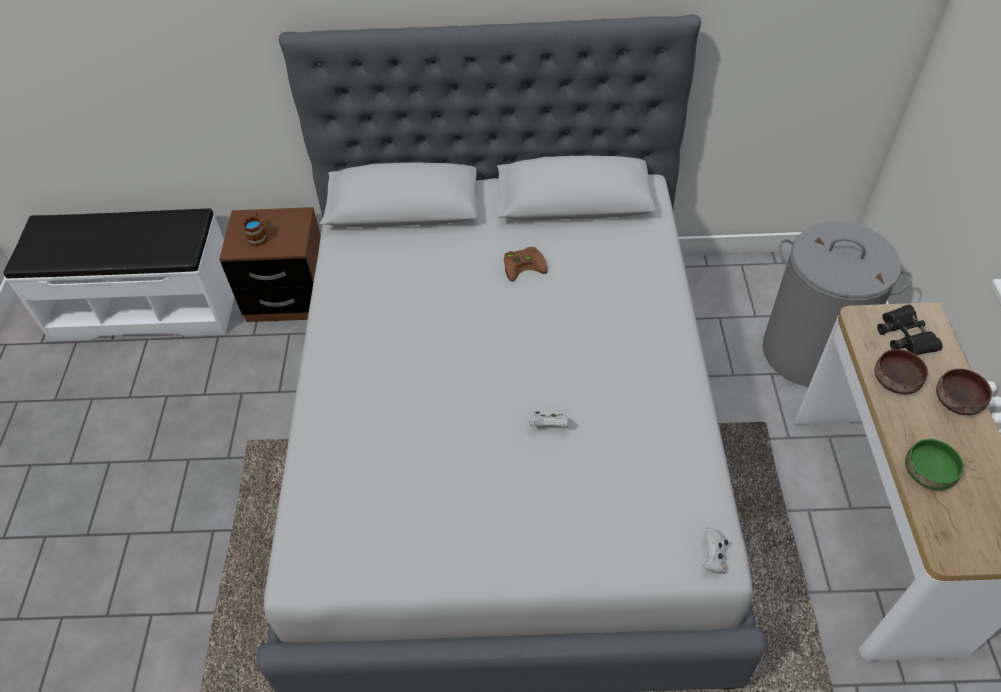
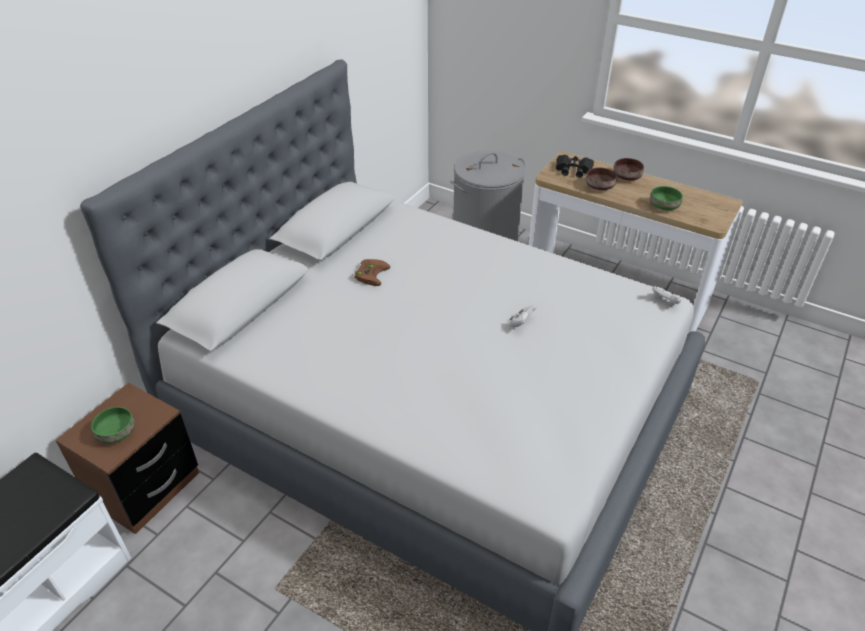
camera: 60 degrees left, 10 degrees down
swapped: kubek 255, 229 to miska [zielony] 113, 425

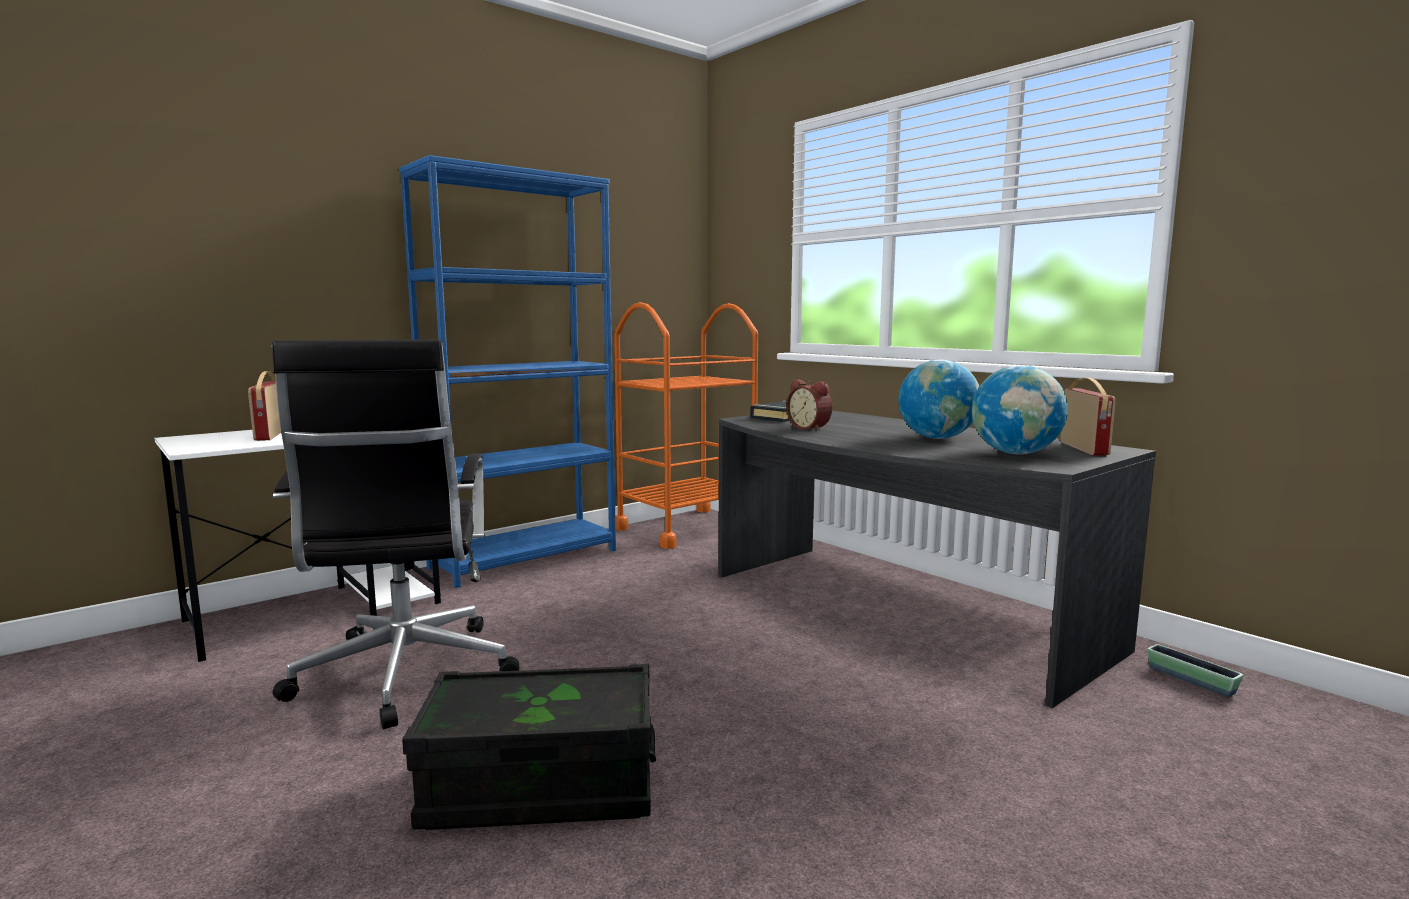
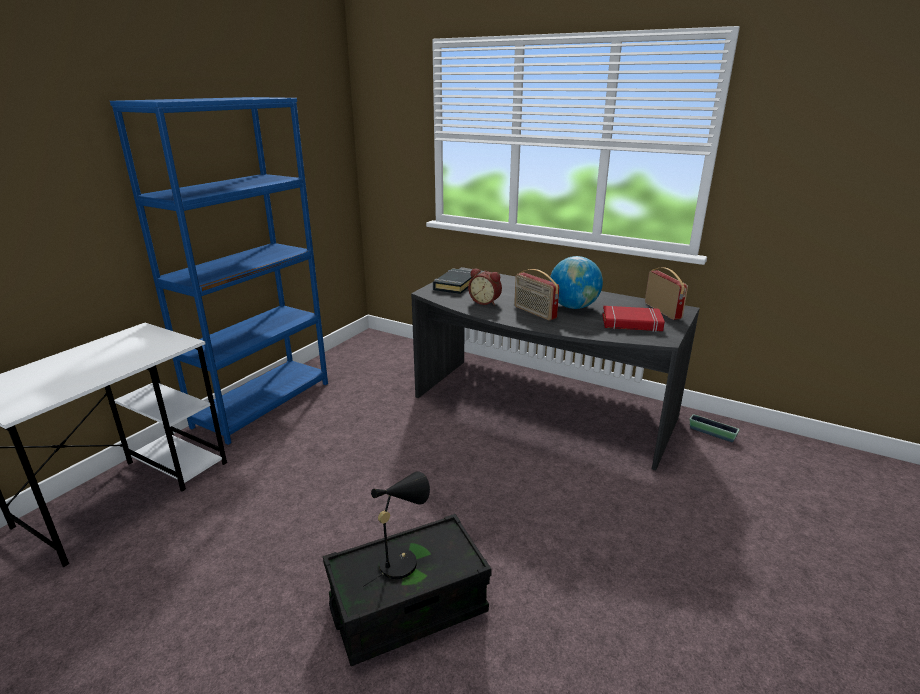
camera: 20 degrees left, 15 degrees up
gone: krzesło biurowe [czarny] 395, 534; wózek [pomarańczowy] 686, 425
new: lampa stołowa [czarny] 396, 529
shifted: radio 264, 406 to 536, 294
swapped: globus 1020, 409 to książka [czerwony] 633, 319

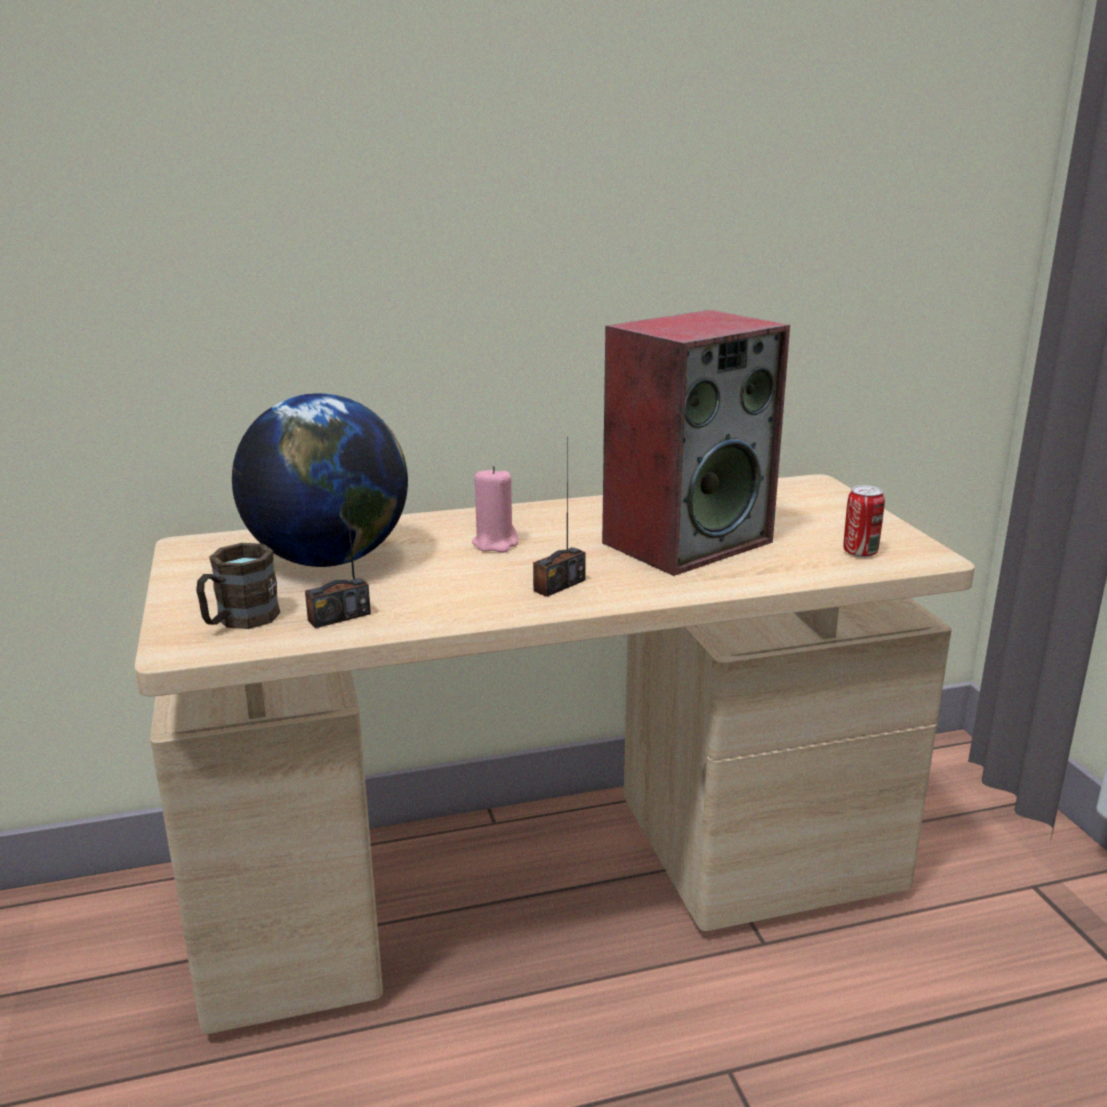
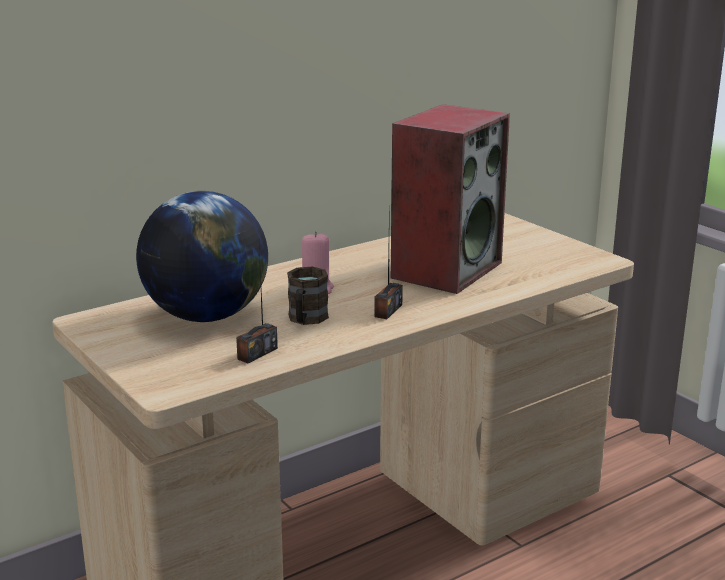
camera: 20 degrees left, 0 degrees up
gone: puszka 864, 521
shifted: kubek [brązowy] 238, 586 to 308, 296

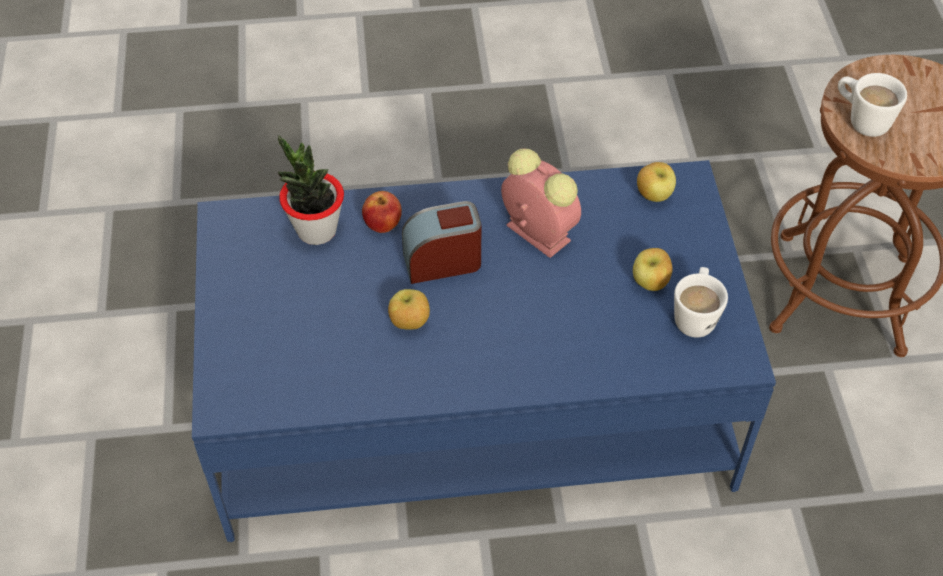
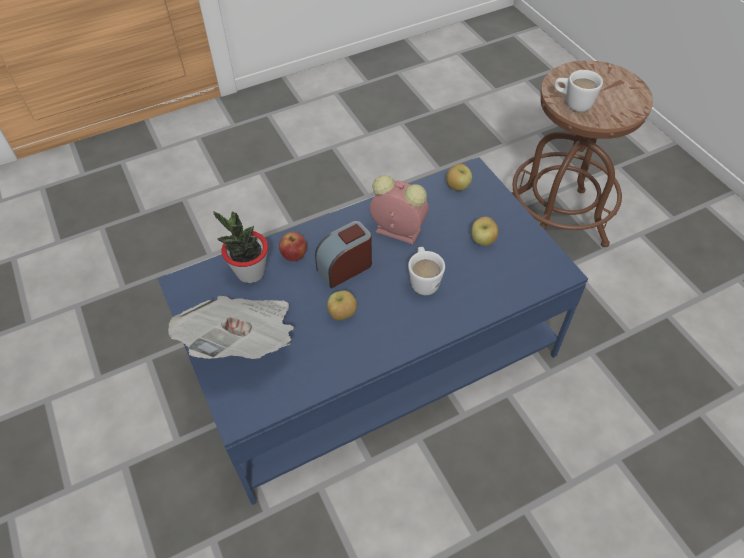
camera: 20 degrees left, 0 degrees up
new: gazeta 231, 327
shifted: kubek [biały] 701, 302 to 426, 271

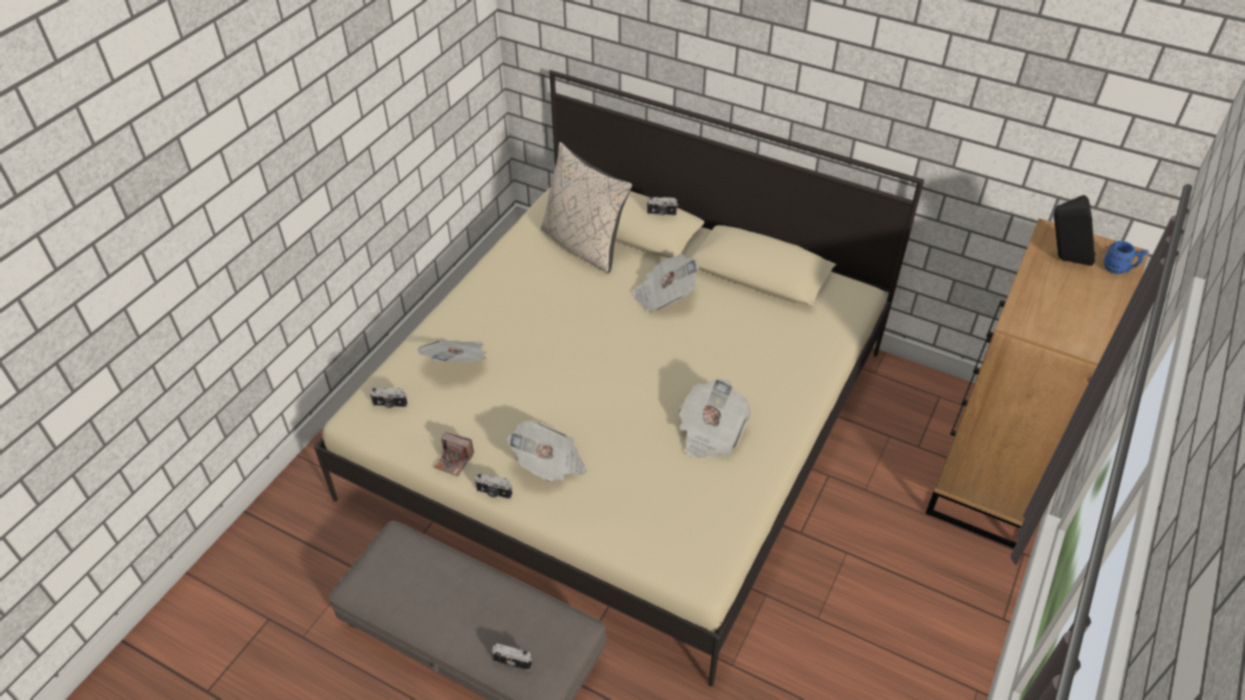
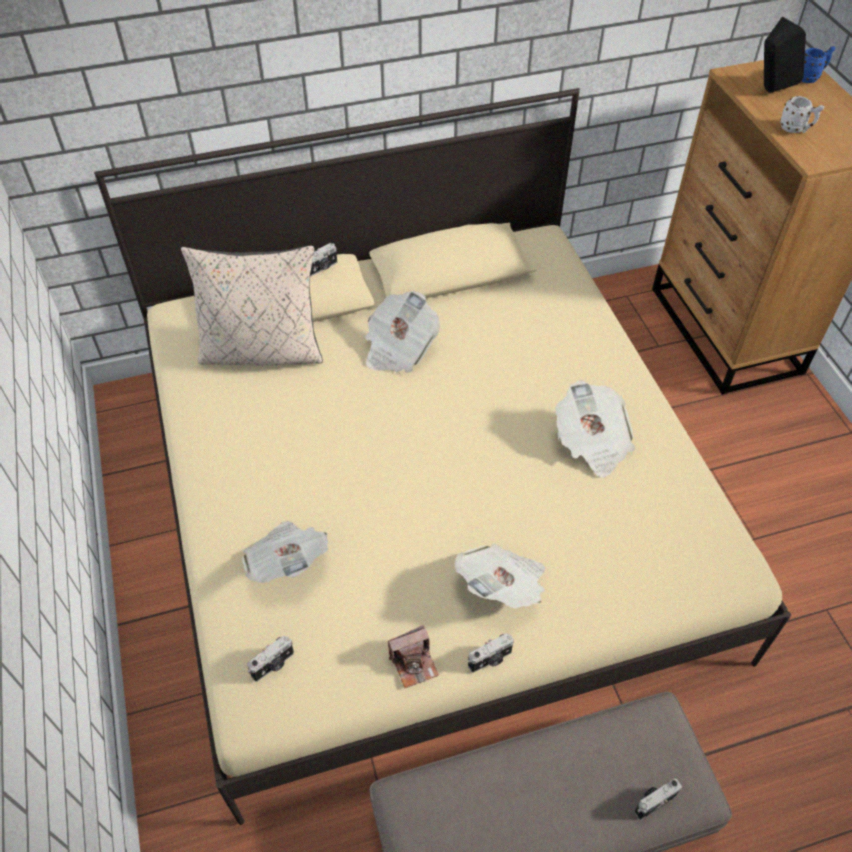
camera: 45 degrees left, 5 degrees up
new: kubek [biały] 802, 114

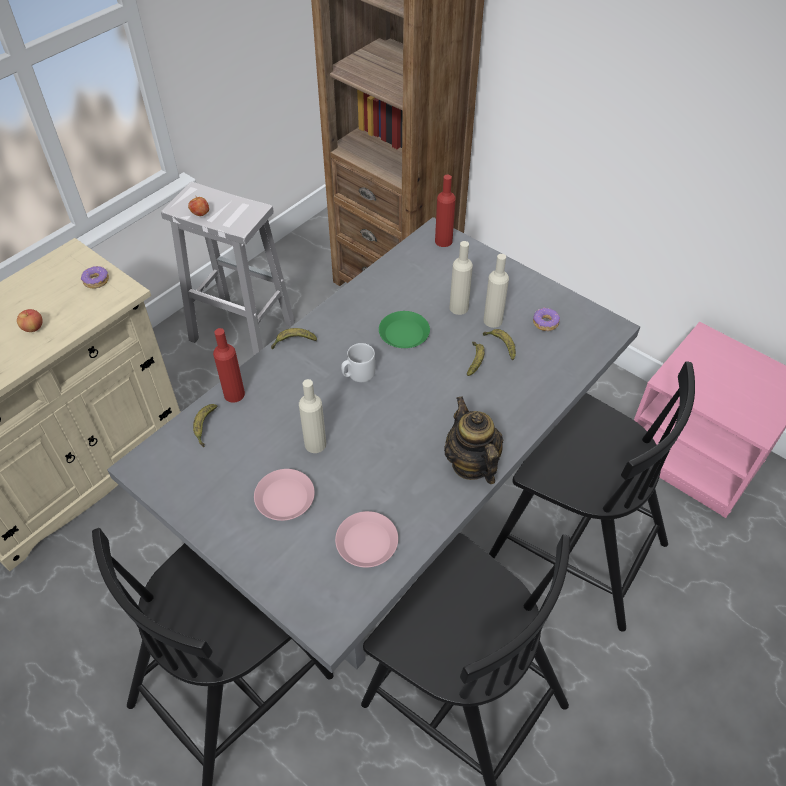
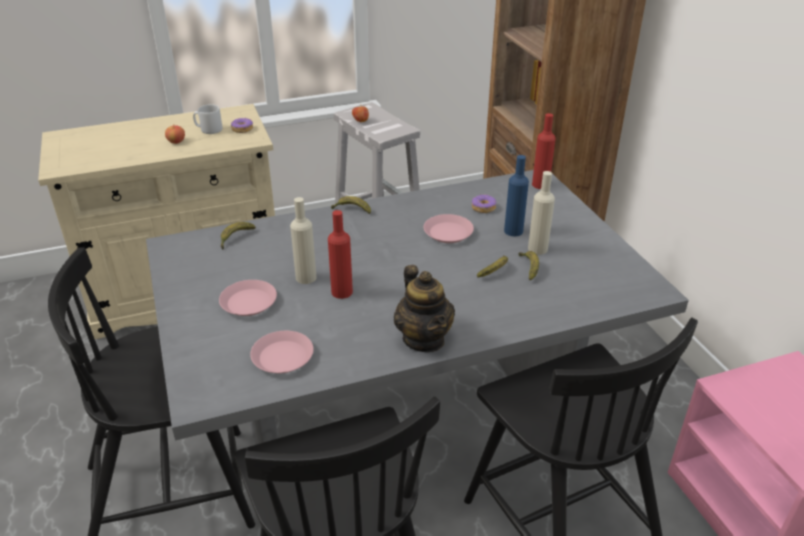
camera: 30 degrees right, 15 degrees down
shifted: butelka [czerwony] 229, 365 to 340, 254; kubek [szary] 358, 362 to 208, 119; donut 546, 319 to 484, 203
repainted: talerz [zielony] 404, 329 to talerz [różowy] 449, 228; butelka [beżowy] 461, 278 to butelka [niebieski] 516, 195
rotated: imbryk 473, 440 = 424, 308 150 degrees clockwise

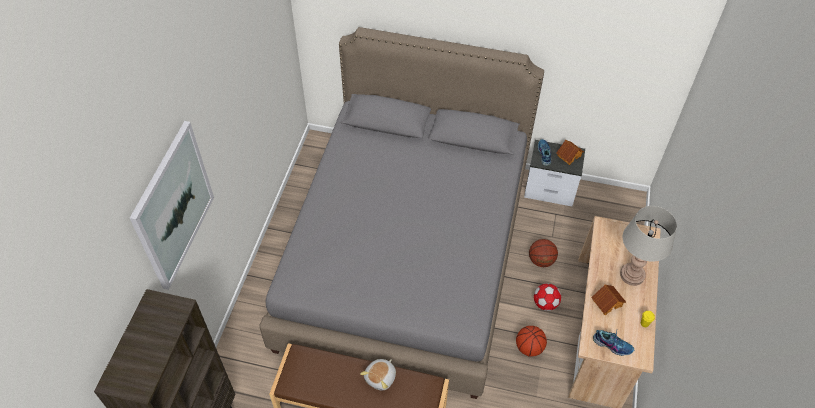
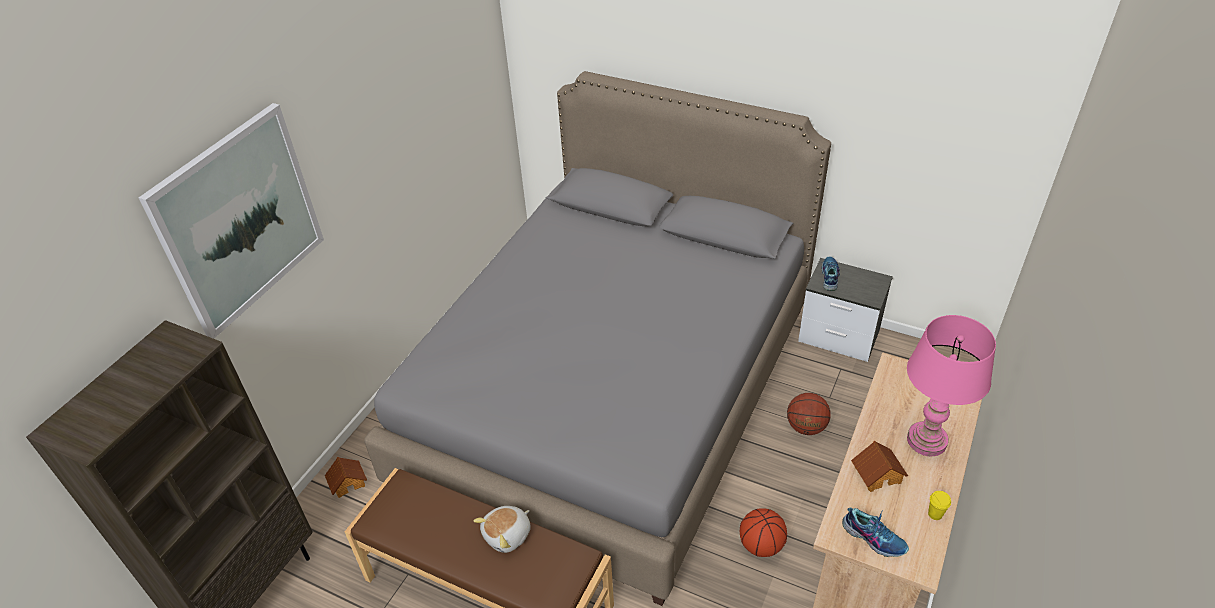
camera: 15 degrees right, 10 degrees down
gone: piłka futbolowa 547, 297
shifted: domek 570, 152 to 346, 477
repainted: lampa stołowa [szary] 648, 246 to lampa stołowa [różowy] 951, 385

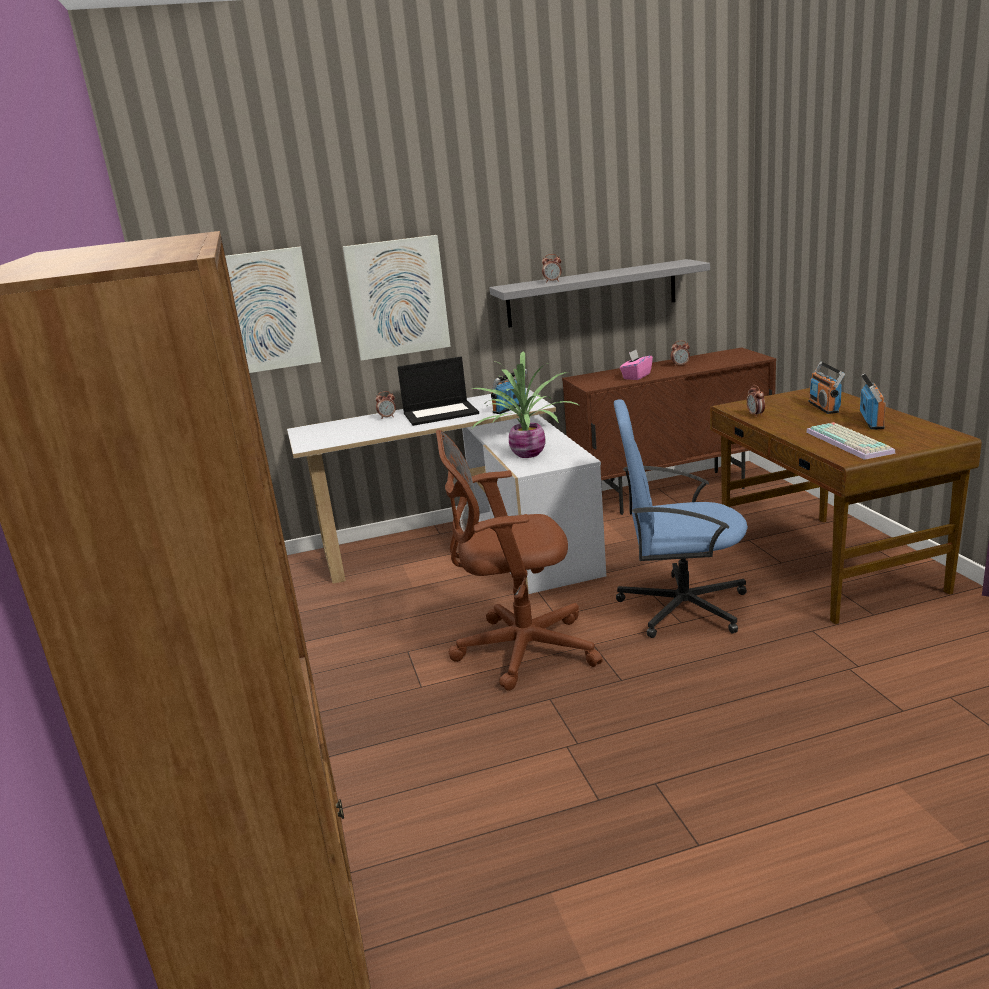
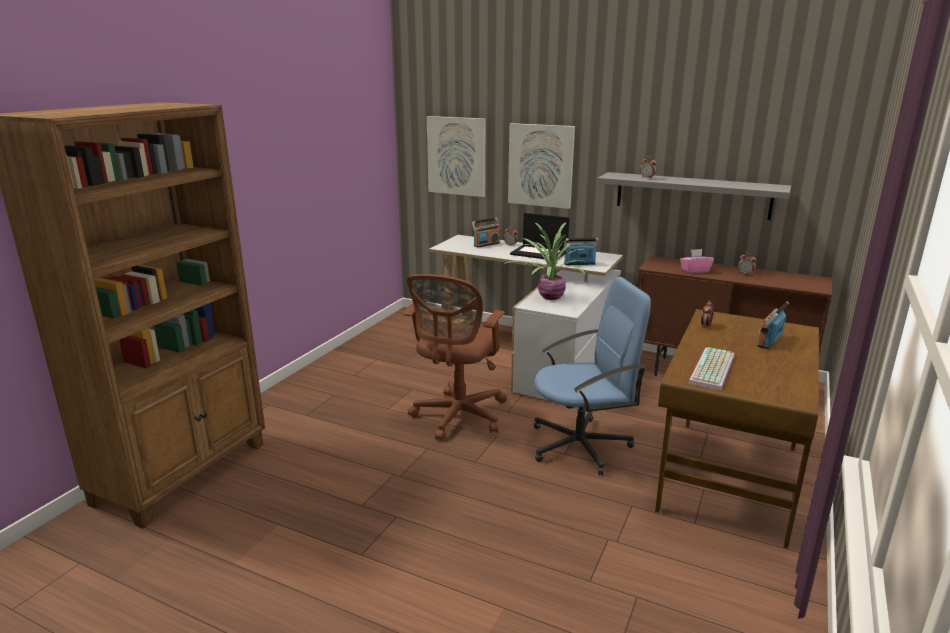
camera: 40 degrees right, 0 degrees up
shifted: radio 873, 401 to 486, 233
rotated: krzesło biurowe [brązowy] 519, 560 = 455, 357 105 degrees counterclockwise; krzesło biurowe [niebieski] 681, 518 = 592, 376 120 degrees clockwise

